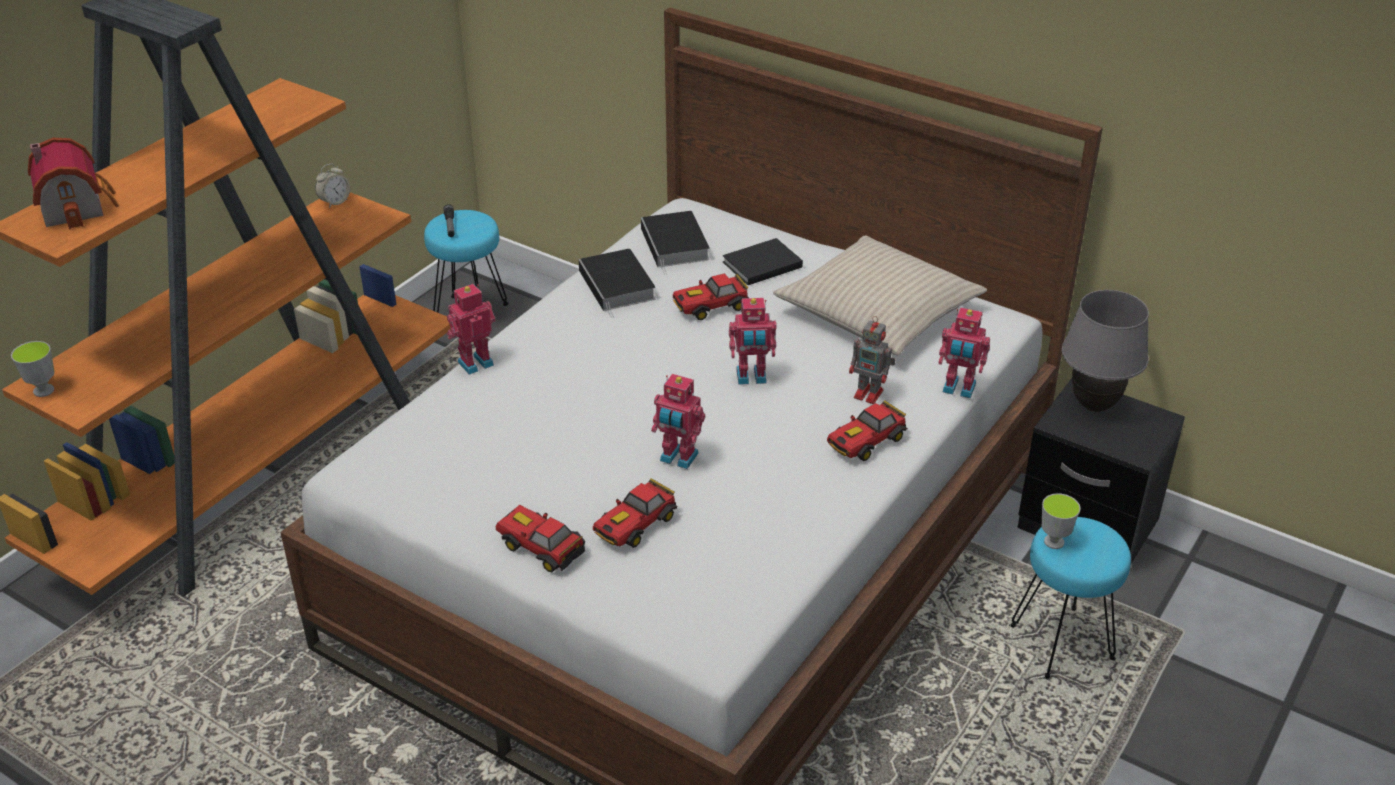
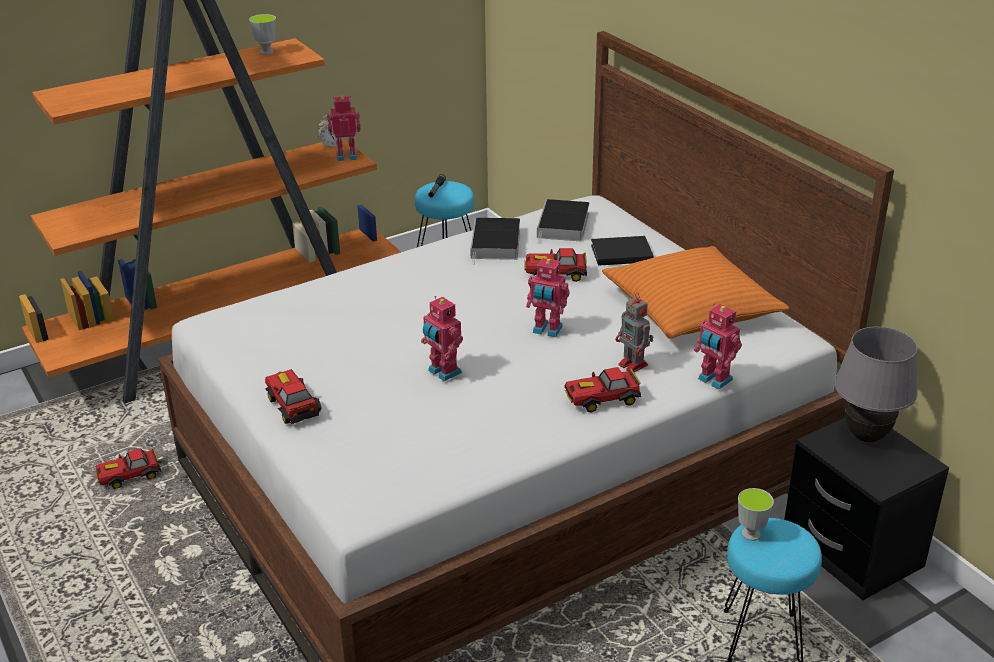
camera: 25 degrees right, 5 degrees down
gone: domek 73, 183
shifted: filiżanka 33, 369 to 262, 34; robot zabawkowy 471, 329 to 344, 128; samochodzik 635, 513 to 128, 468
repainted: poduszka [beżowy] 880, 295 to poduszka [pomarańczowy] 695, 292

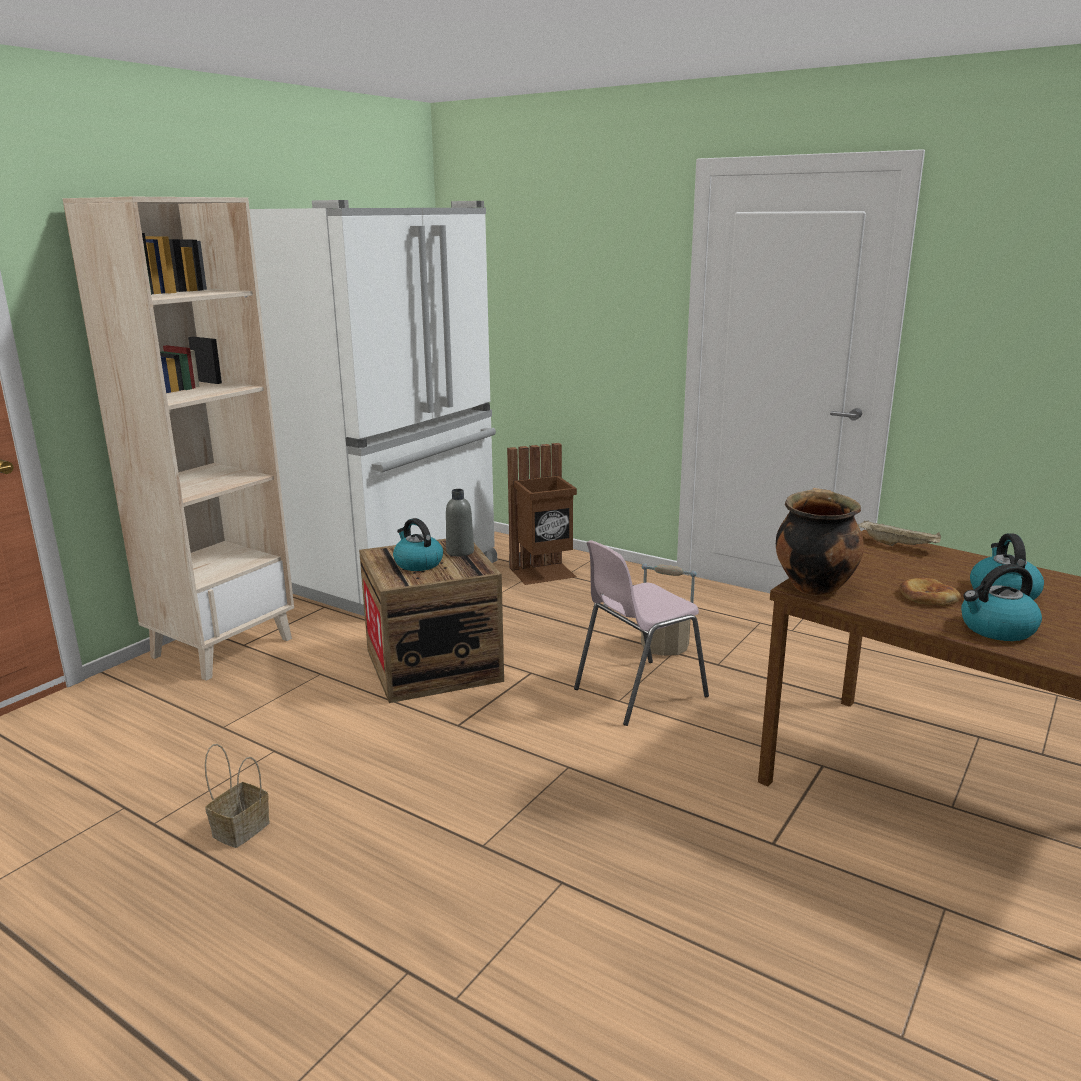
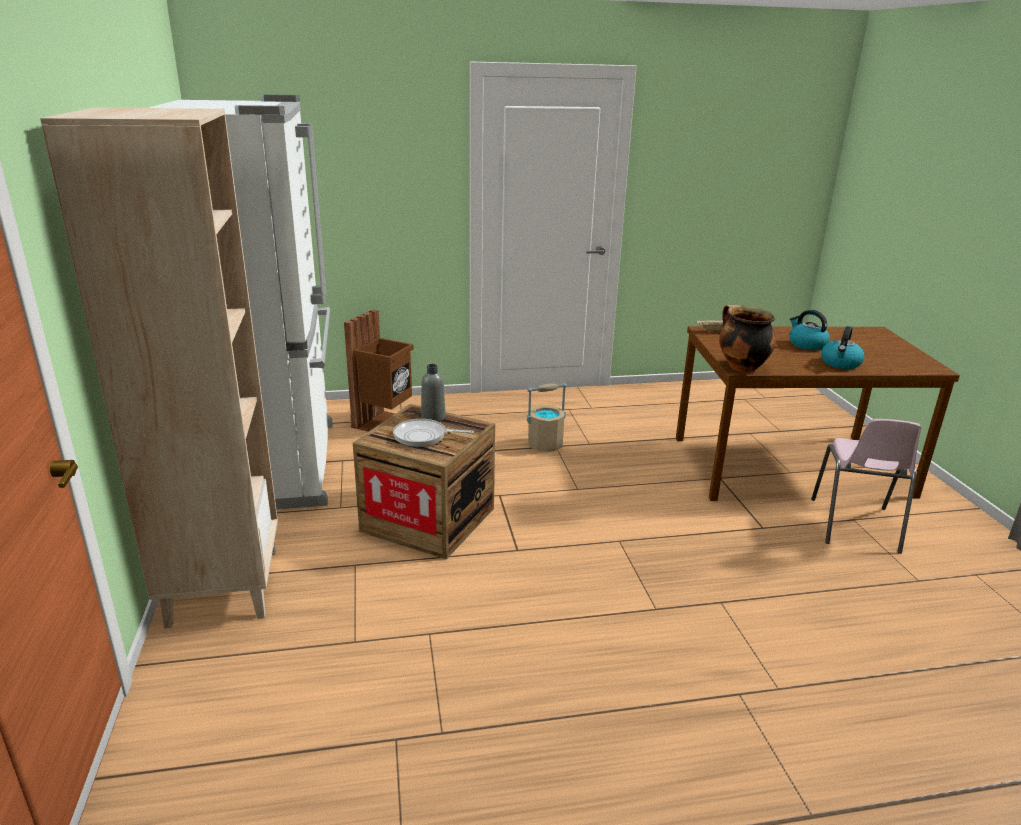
camera: 45 degrees left, 5 degrees up
gone: koszyk 237, 796; chleb 930, 592
shifted: krzesło [różowy] 641, 633 to 866, 486
swapped: czajnik 418, 544 to patelnia 433, 433

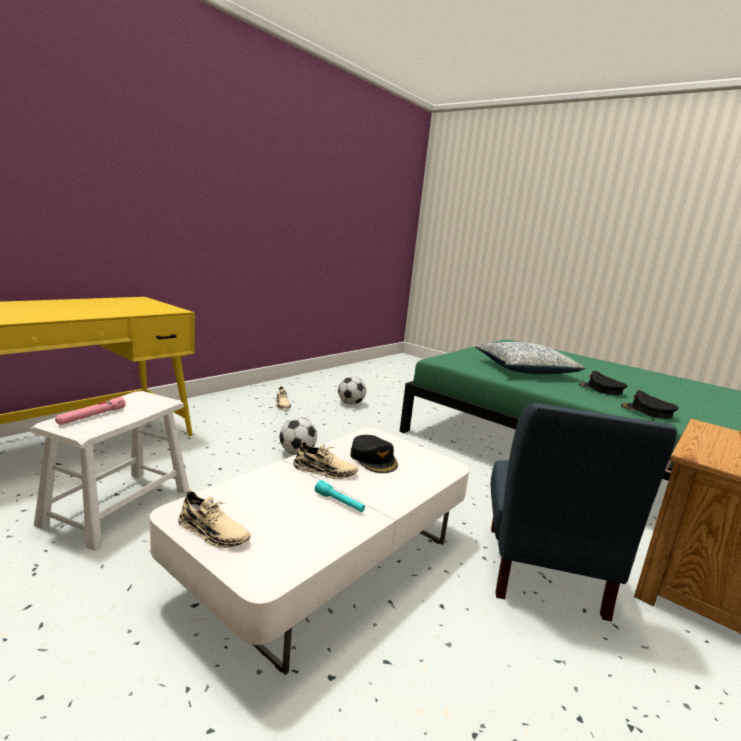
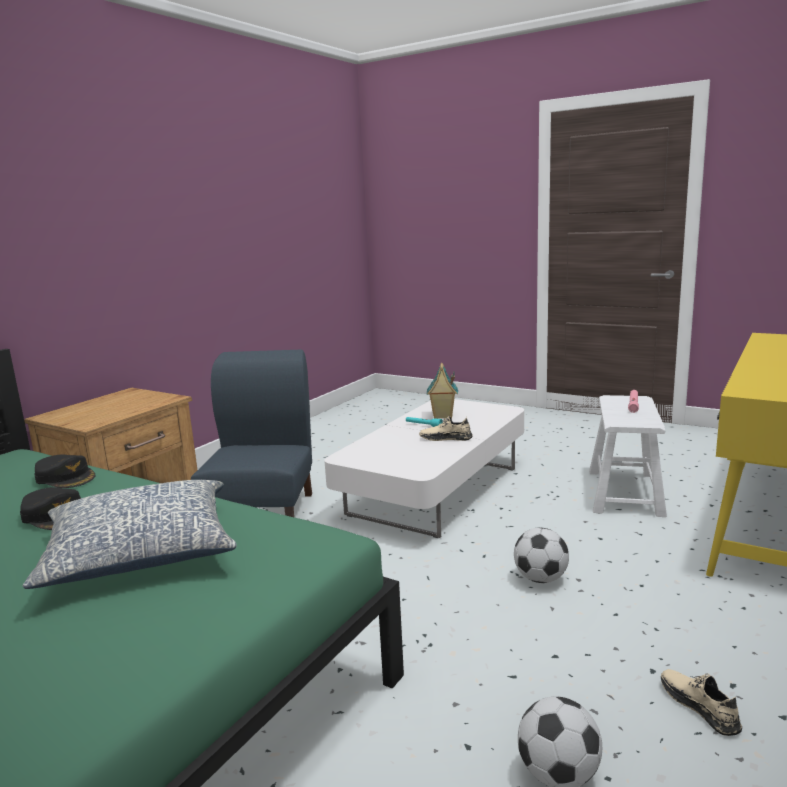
camera: 175 degrees right, 0 degrees up
gone: but [beżowy] 214, 518; czapka z daszkiem [czarny] 374, 454
new: domek 442, 391

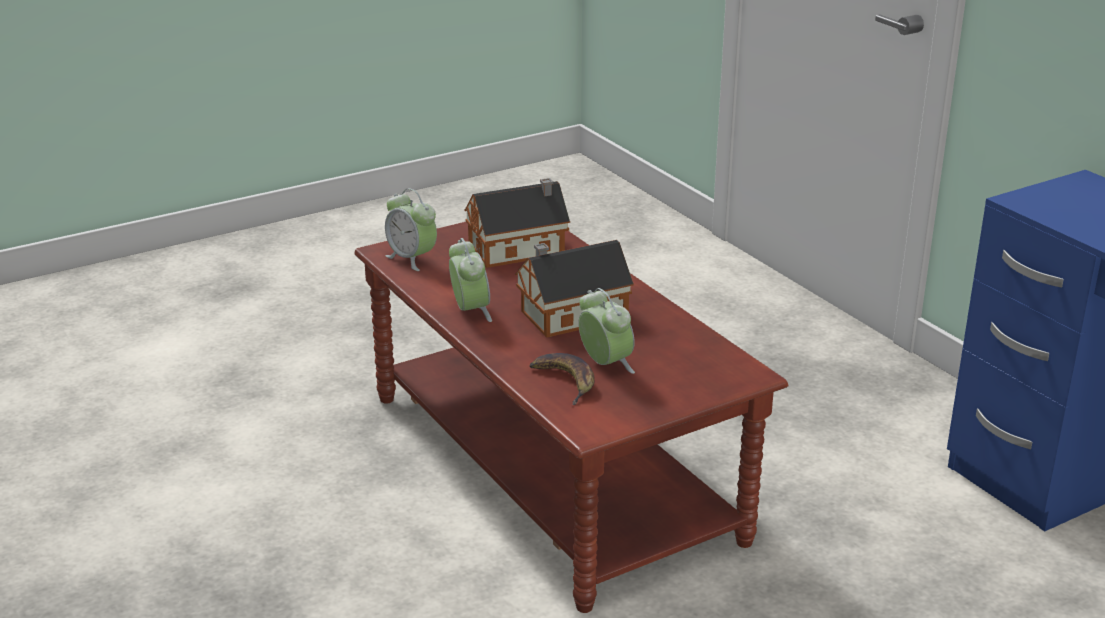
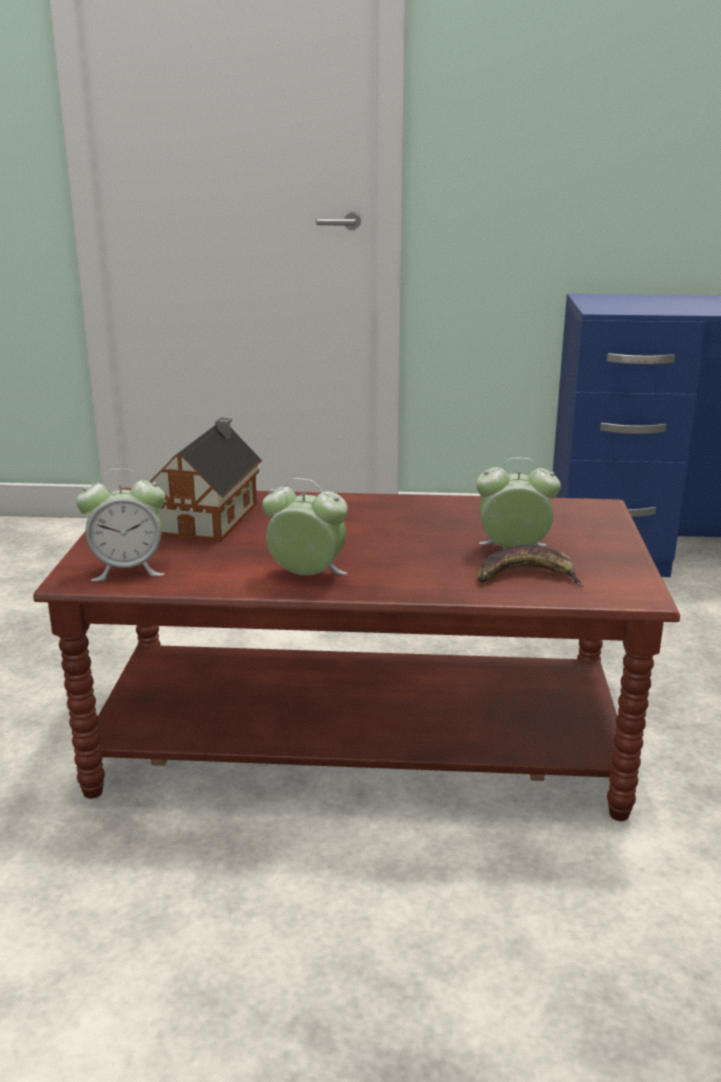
camera: 55 degrees left, 5 degrees down
gone: domek 574, 289

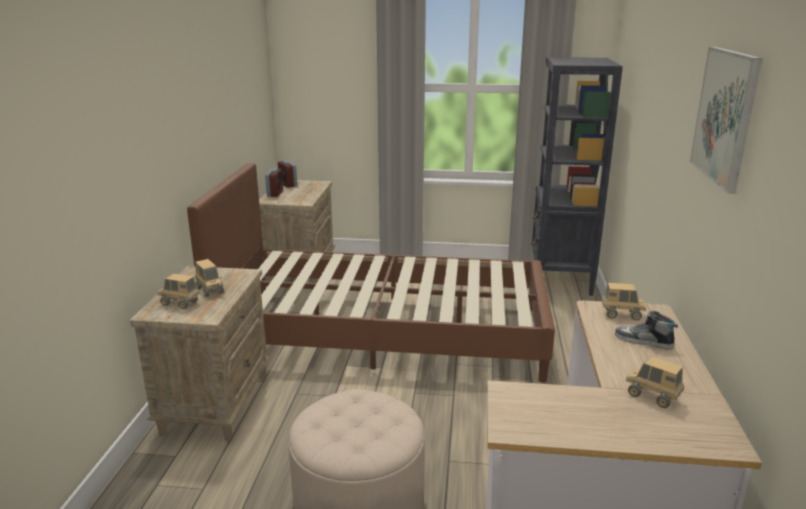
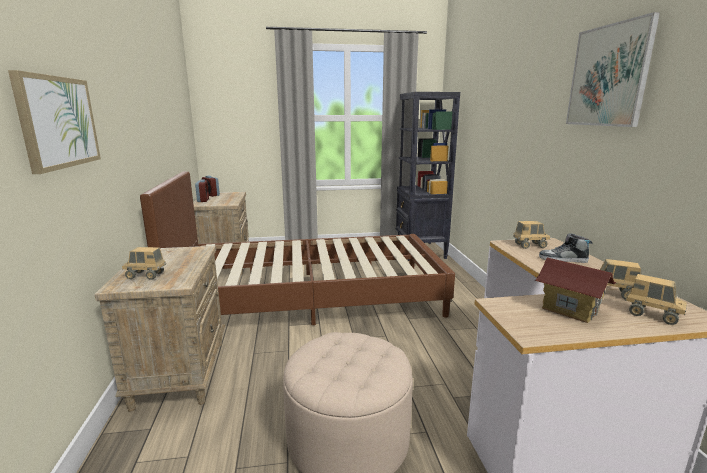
camera: 15 degrees left, 5 degrees down
new: obraz 54, 122; domek 575, 290
shifted: ciężarówka zabawkowa 209, 278 to 656, 299

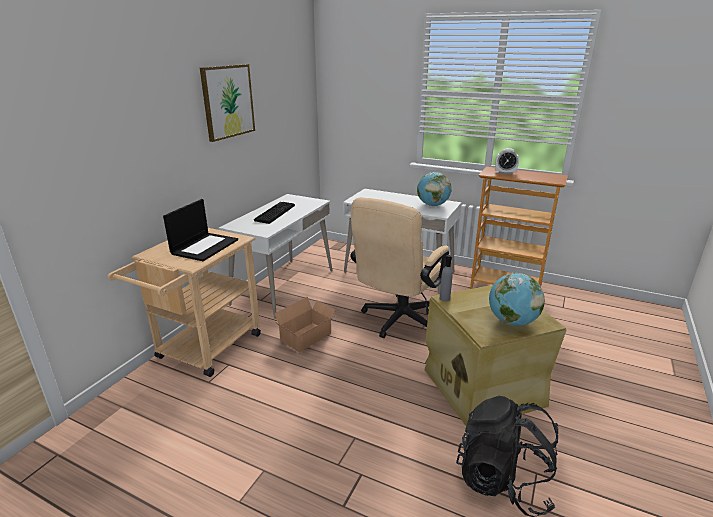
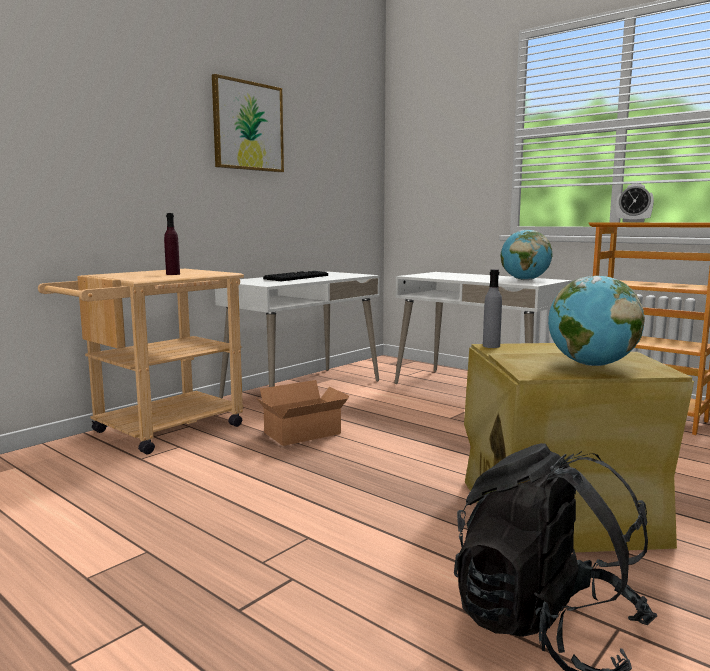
camera: 15 degrees right, 15 degrees down
gone: krzesło biurowe [beżowy] 399, 267
swapped: laptop 200, 230 to butelka [fioletowy] 172, 244

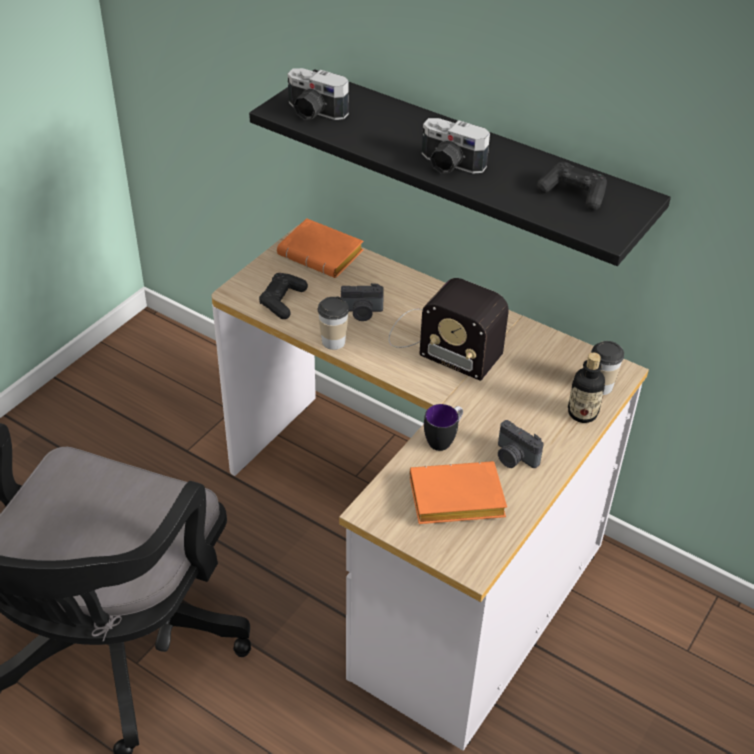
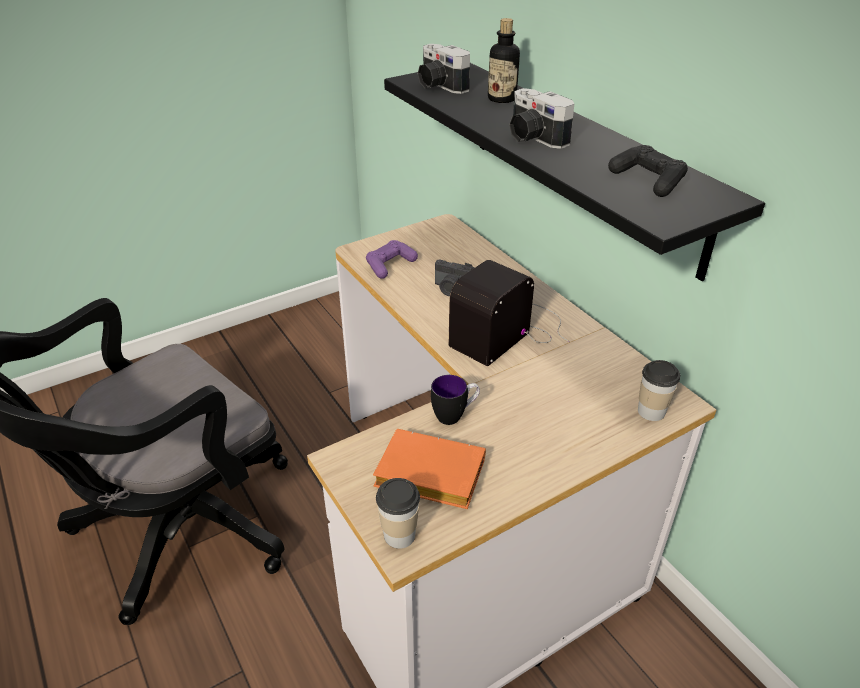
camera: 25 degrees right, 5 degrees down
gone: książka [pomarańczowy] 320, 248; aparat fotograficzny 521, 444
shifted: filiżanka 333, 323 to 398, 513; butelka 586, 388 to 504, 60
repainted: pad do gier [czarny] 283, 296 to pad do gier [fioletowy] 392, 259
rotated: radio 449, 329 = 509, 313 75 degrees clockwise

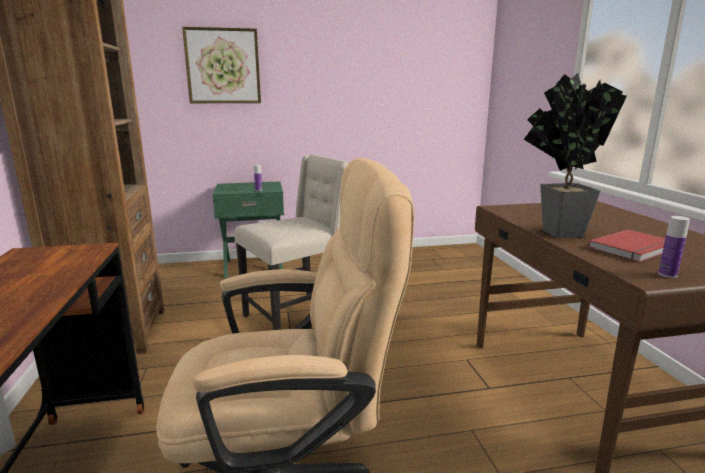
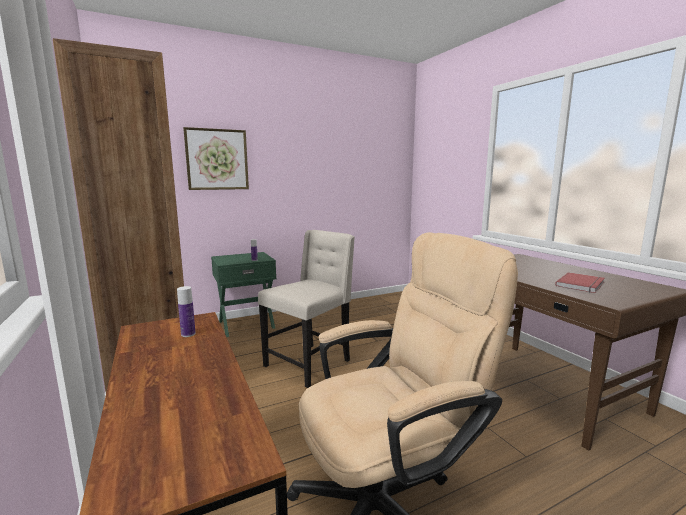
camera: 15 degrees left, 5 degrees down
gone: roślina doniczkowa 575, 155
shifted: butelka 674, 247 to 186, 311

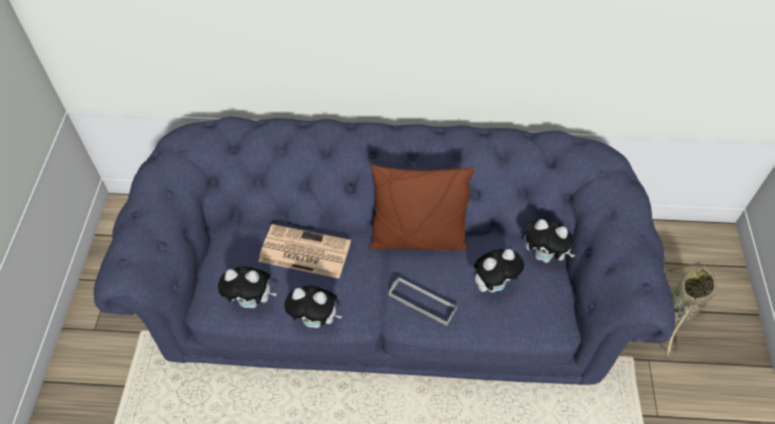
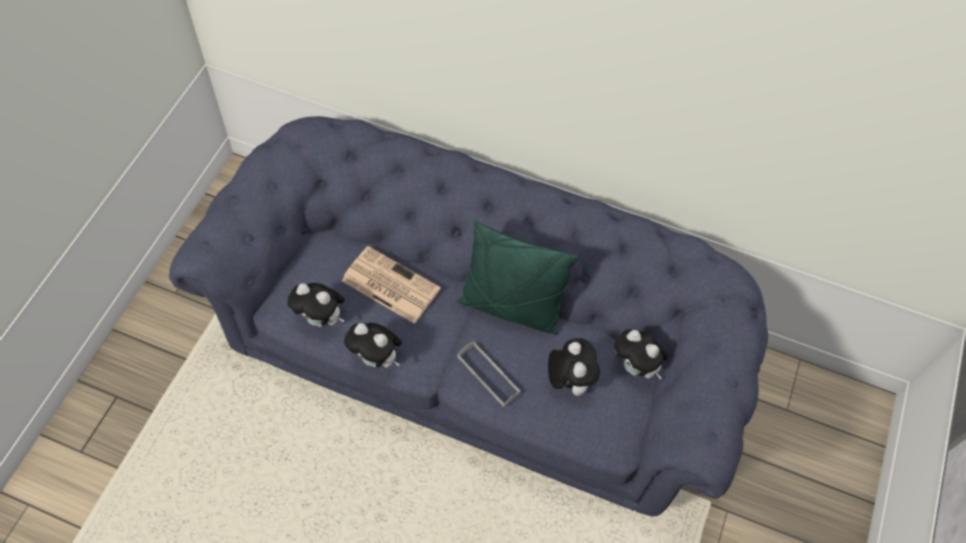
camera: 15 degrees right, 5 degrees up
gone: koszyk 690, 309
repainted: poduszka [brązowy] 422, 207 to poduszka [zielony] 518, 277
rotated: pluszak 499, 271 = 574, 367 90 degrees counterclockwise

